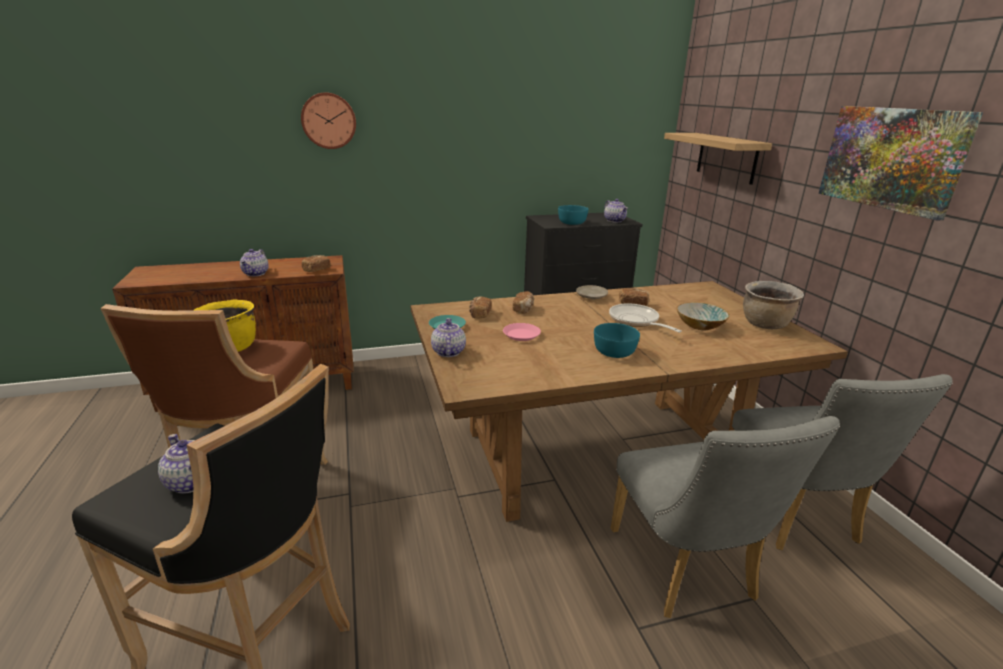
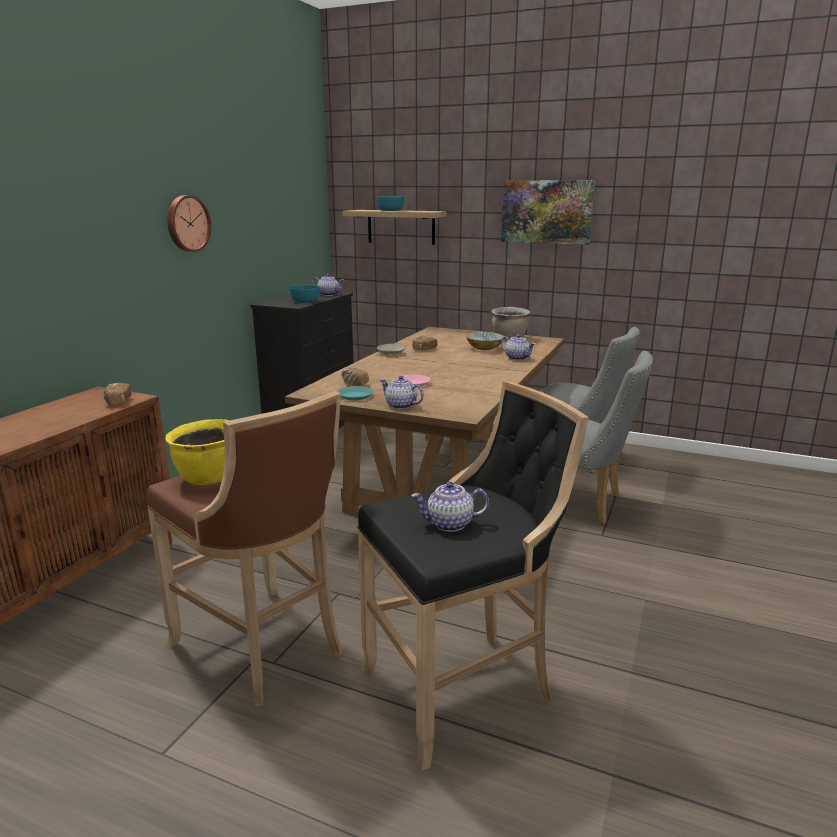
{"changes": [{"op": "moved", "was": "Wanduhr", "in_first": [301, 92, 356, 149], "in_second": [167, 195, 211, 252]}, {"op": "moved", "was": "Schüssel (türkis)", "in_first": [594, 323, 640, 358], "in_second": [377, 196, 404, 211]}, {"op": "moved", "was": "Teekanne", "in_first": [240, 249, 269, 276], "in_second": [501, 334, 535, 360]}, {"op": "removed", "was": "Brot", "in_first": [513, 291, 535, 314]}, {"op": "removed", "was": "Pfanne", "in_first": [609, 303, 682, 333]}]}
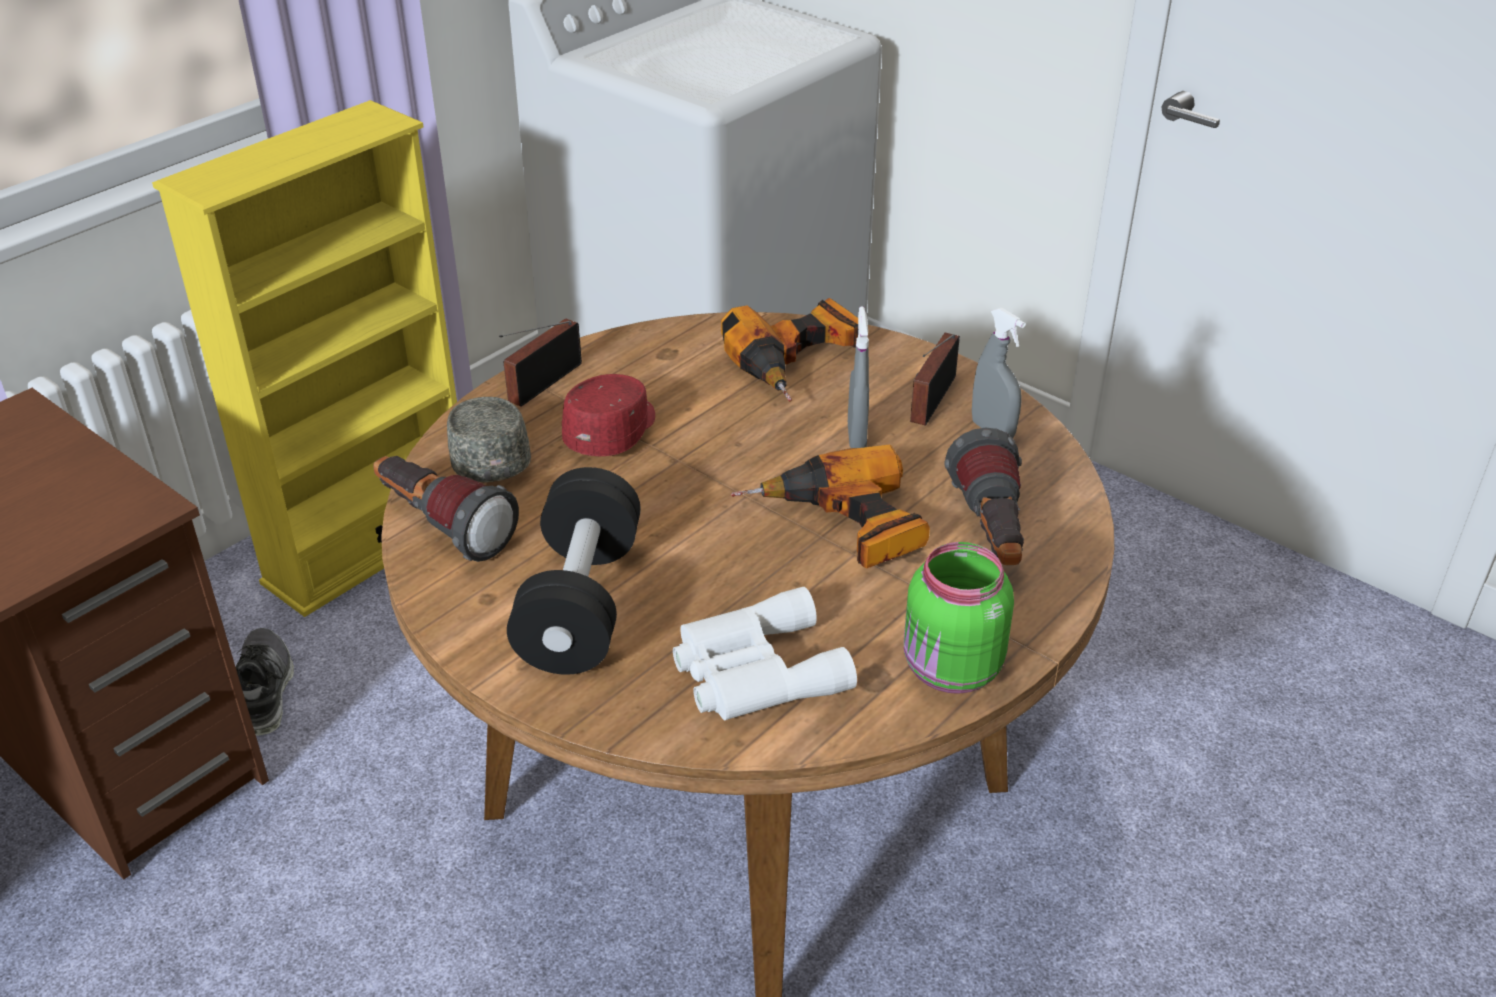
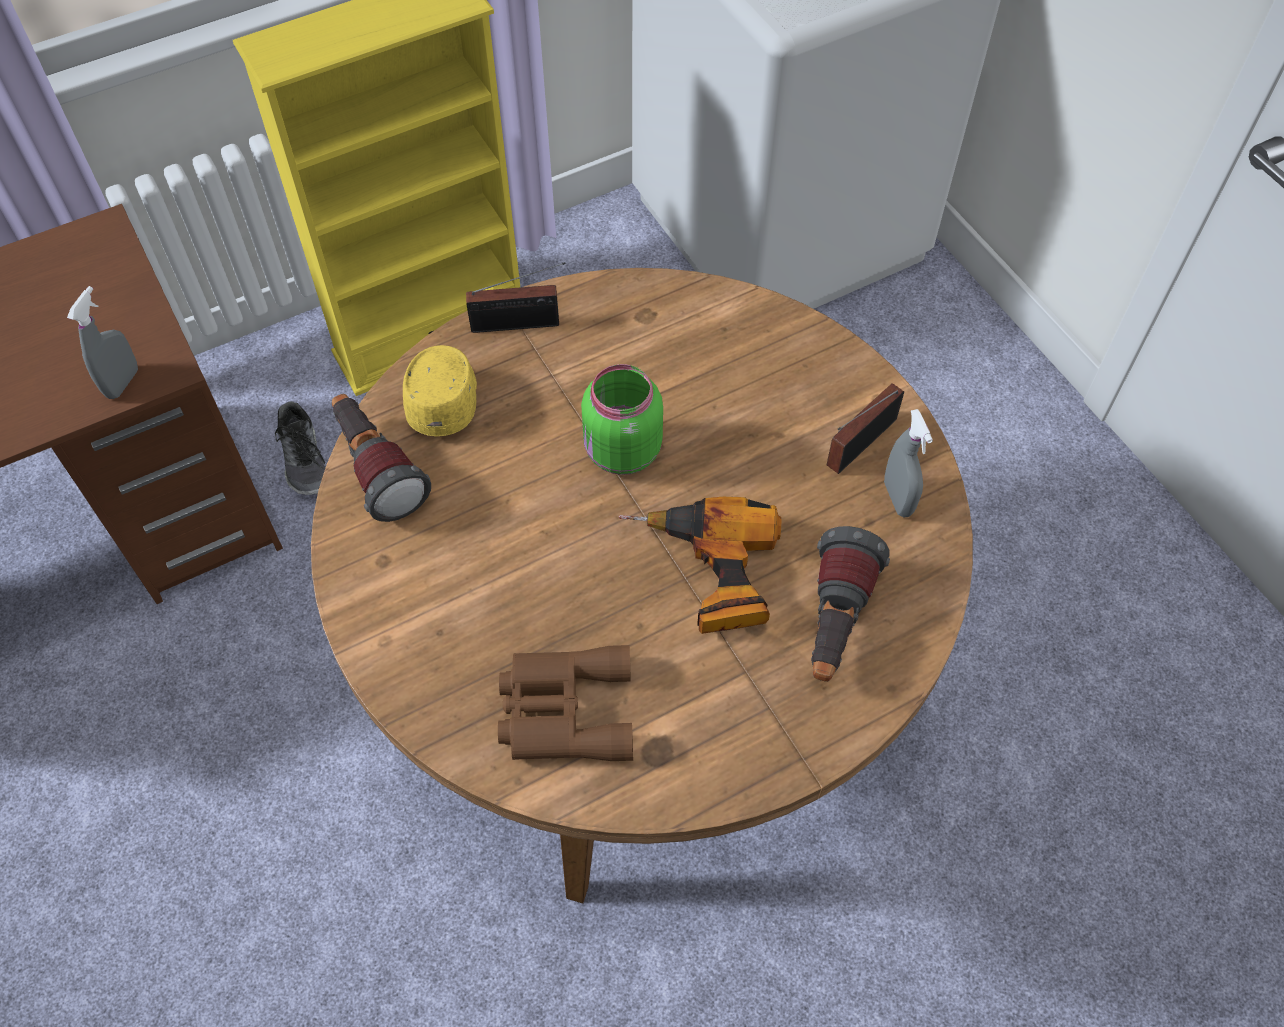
{"changes": [{"op": "moved", "was": "Sprühflasche (grau)", "in_first": [848, 307, 869, 448], "in_second": [67, 286, 138, 399]}, {"op": "turned", "was": "Schuh", "in_first": [236, 628, 294, 736], "in_second": [275, 401, 326, 495], "clockwise": 150}, {"op": "recoloured", "was": "Kappe (grau)", "now": "Kappe (gelb)", "in_first": [447, 397, 531, 482], "in_second": [403, 345, 477, 436]}, {"op": "turned", "was": "Radio", "in_first": [499, 319, 582, 407], "in_second": [466, 262, 565, 333], "clockwise": -150}, {"op": "recoloured", "was": "Fernglas (weiß)", "now": "Fernglas (braun)", "in_first": [673, 587, 857, 720], "in_second": [498, 645, 633, 761]}, {"op": "moved", "was": "Vorratsglas (grün)", "in_first": [904, 542, 1014, 694], "in_second": [581, 364, 663, 475]}, {"op": "removed", "was": "Hantel (schwarz)", "in_first": [507, 467, 641, 675]}, {"op": "removed", "was": "Kappe (rot)", "in_first": [562, 374, 655, 456]}, {"op": "removed", "was": "Bohrmaschine", "in_first": [721, 298, 858, 401]}]}
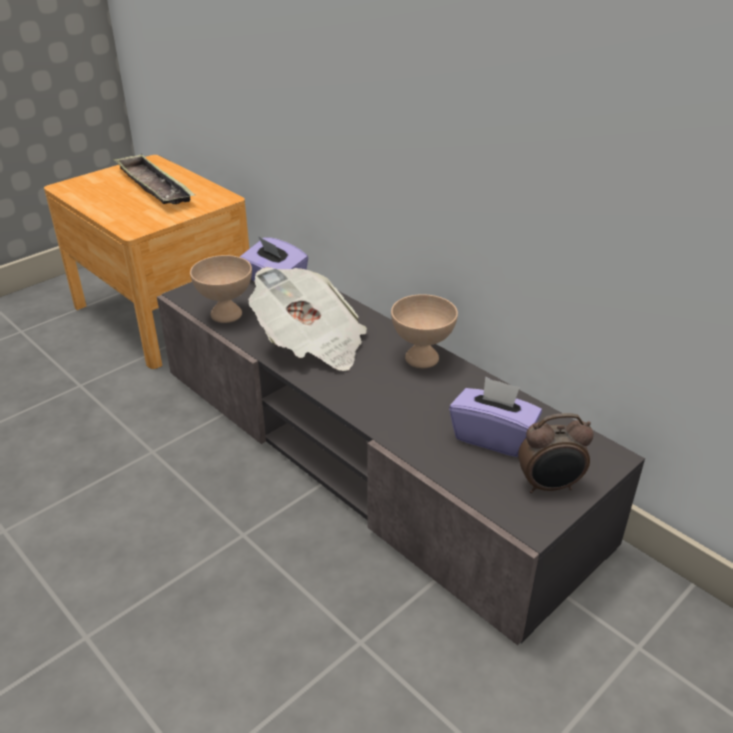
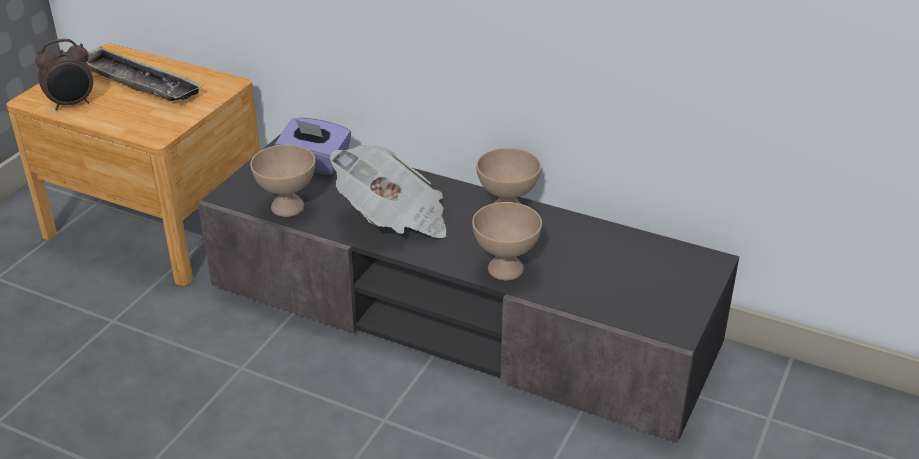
{"changes": [{"op": "moved", "was": "Wecker", "in_first": [518, 413, 594, 493], "in_second": [36, 39, 93, 110]}, {"op": "added", "now": "Schüssel (beige)", "in_second": [472, 202, 542, 281]}, {"op": "removed", "was": "Taschentuchbox (lila)", "in_first": [449, 377, 542, 457]}]}
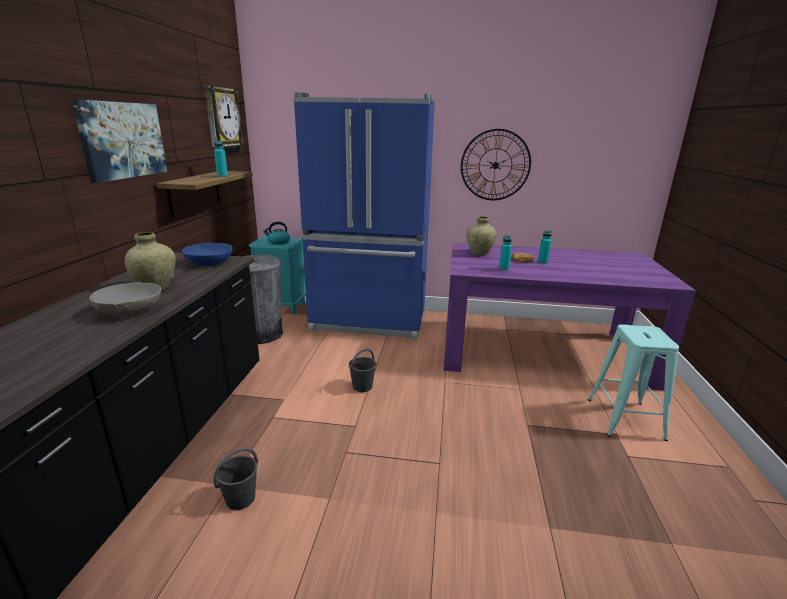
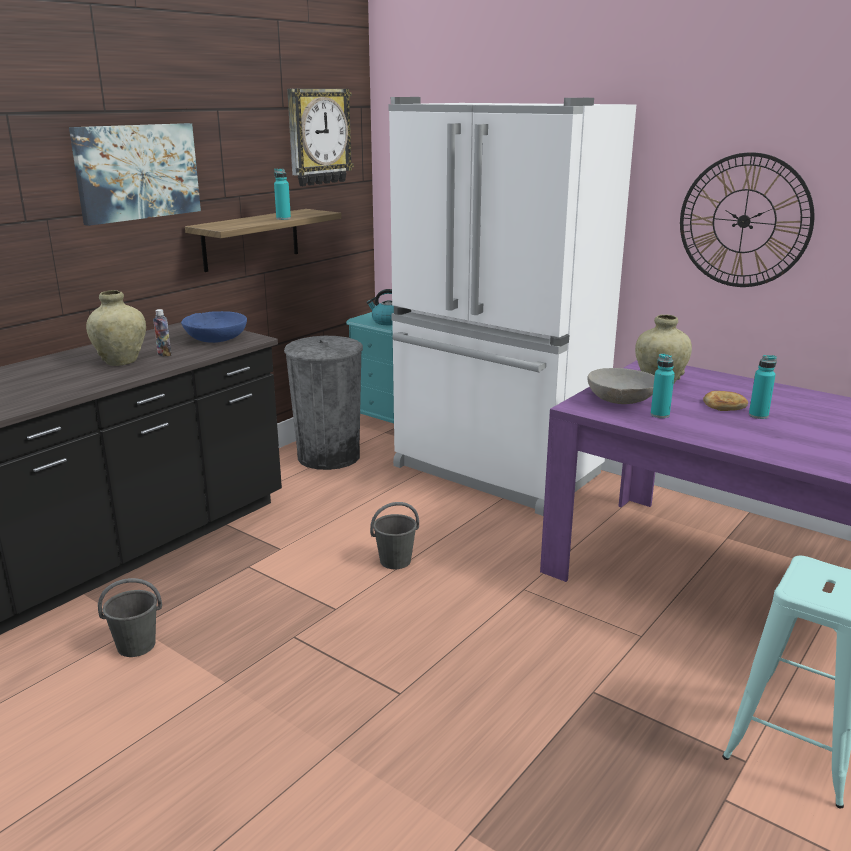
{"changes": [{"op": "added", "now": "Flasche", "in_second": [153, 309, 172, 357]}, {"op": "recoloured", "was": "Kühlschrank (blau)", "now": "Kühlschrank (weiß)", "in_first": [294, 92, 435, 340], "in_second": [388, 97, 637, 516]}, {"op": "moved", "was": "Schüssel (grau)", "in_first": [89, 282, 162, 316], "in_second": [587, 368, 655, 404]}]}
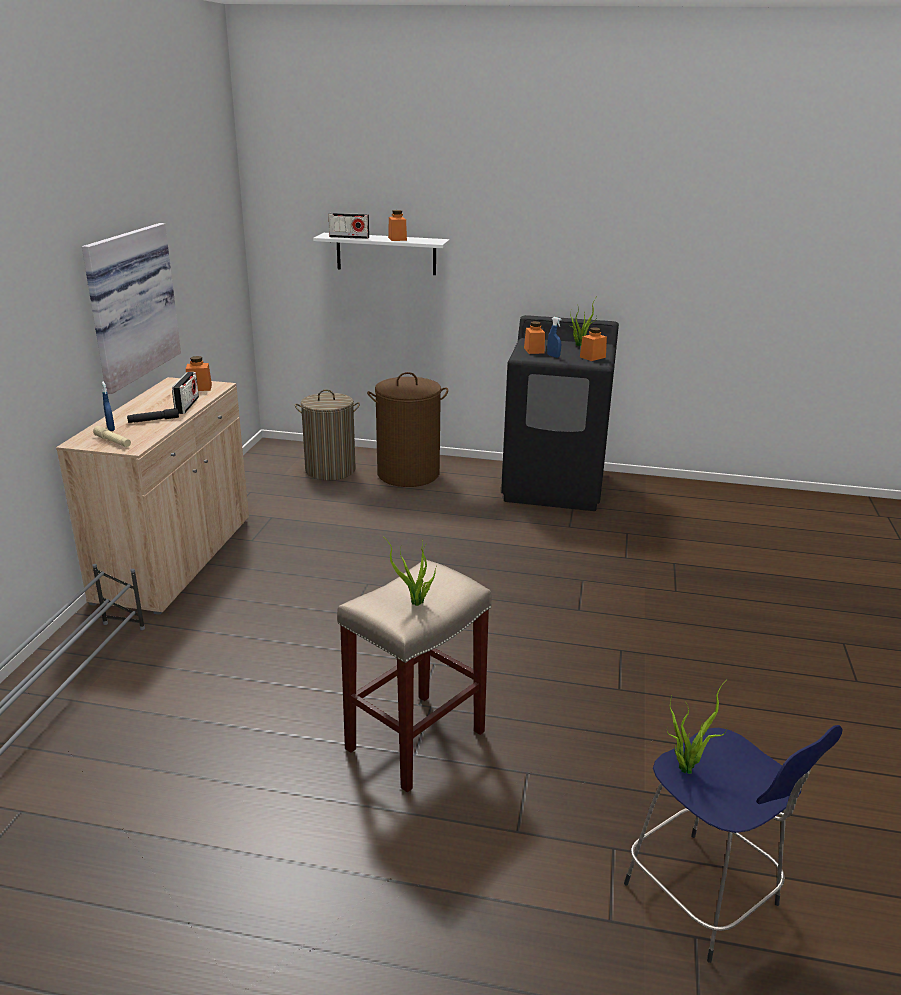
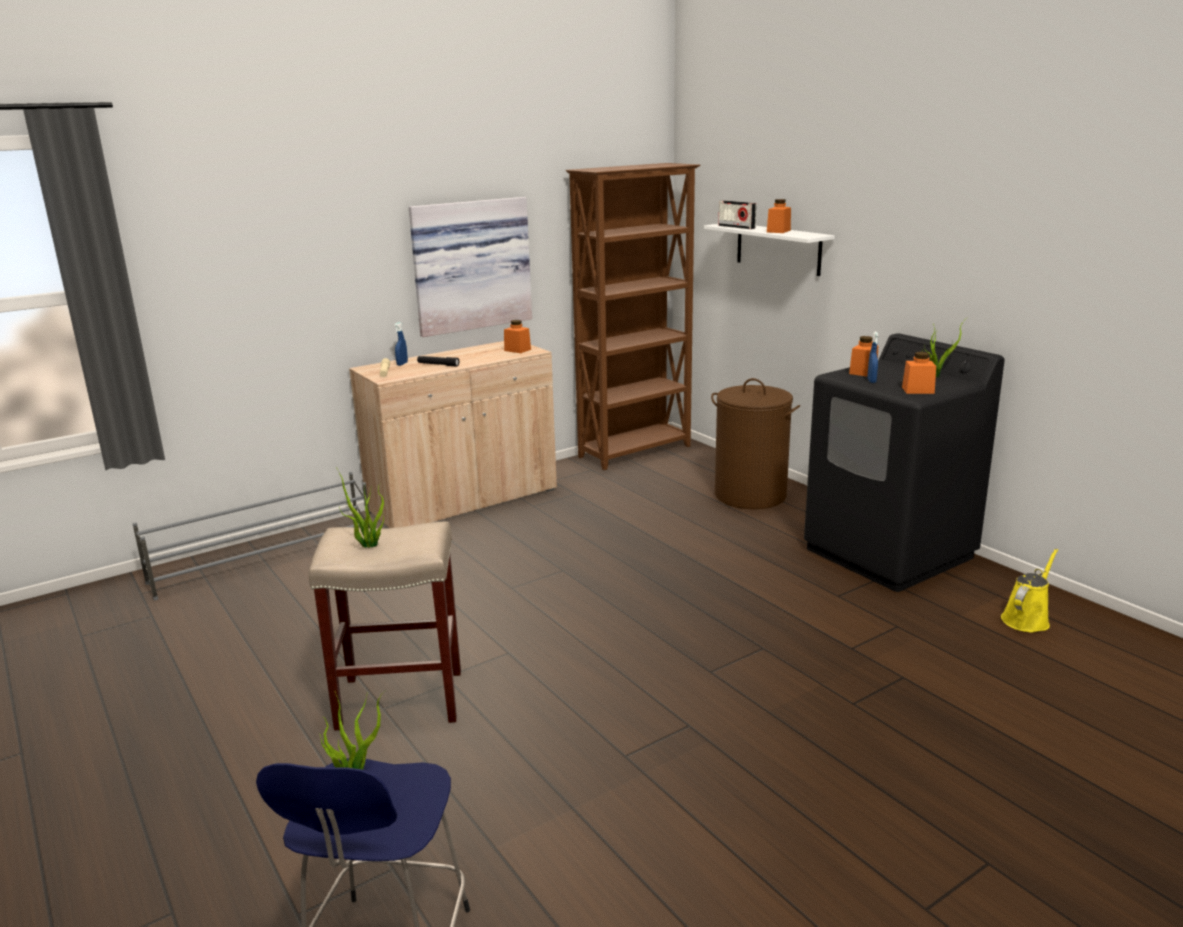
{"changes": [{"op": "added", "now": "Bücherregal (braun)", "in_second": [566, 163, 701, 470]}, {"op": "added", "now": "Gießkanne (gelb)", "in_second": [1001, 549, 1058, 632]}, {"op": "removed", "was": "Radio", "in_first": [172, 372, 199, 414]}, {"op": "removed", "was": "Wäschekorb", "in_first": [295, 390, 360, 480]}]}
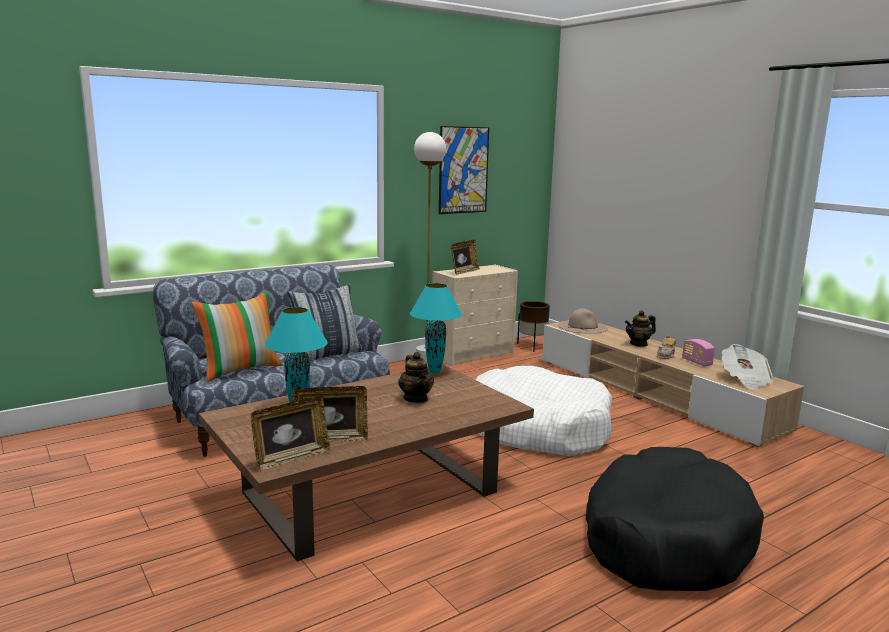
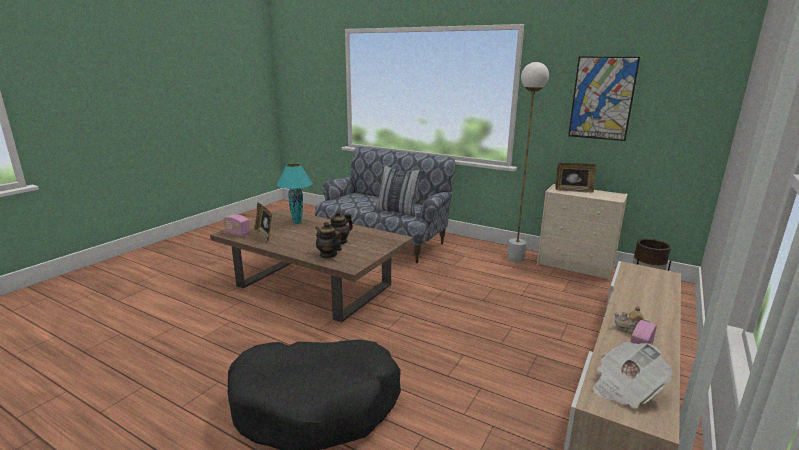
{"changes": [{"op": "replaced", "was": "Bilderrahmen", "now": "Radio", "in_first": [251, 396, 331, 470], "in_second": [223, 214, 250, 237]}, {"op": "moved", "was": "Teekanne", "in_first": [625, 310, 656, 347], "in_second": [315, 222, 342, 258]}, {"op": "removed", "was": "Kissen", "in_first": [191, 291, 283, 382]}, {"op": "removed", "was": "Tischlampe (türkis)", "in_first": [410, 283, 462, 374]}, {"op": "removed", "was": "Hundebett (weiß)", "in_first": [476, 366, 612, 457]}, {"op": "removed", "was": "Hut (beige)", "in_first": [558, 308, 608, 334]}]}
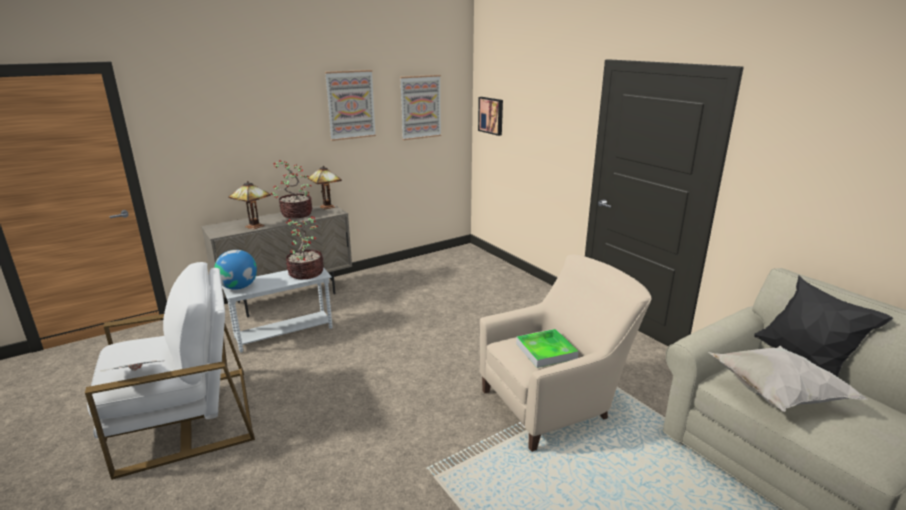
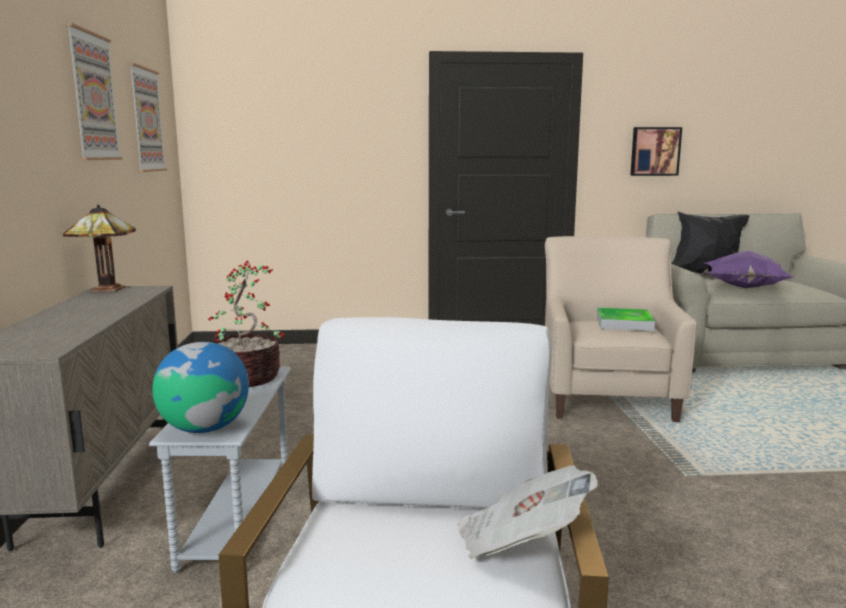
{"changes": [{"op": "moved", "was": "Bild", "in_first": [478, 97, 503, 136], "in_second": [630, 127, 682, 176]}, {"op": "recoloured", "was": "Kissen (weiß)", "now": "Kissen (lila)", "in_first": [708, 345, 867, 412], "in_second": [705, 251, 794, 288]}, {"op": "removed", "was": "Tischlampe", "in_first": [229, 181, 271, 230]}, {"op": "removed", "was": "Topfpflanze", "in_first": [271, 160, 312, 219]}]}
